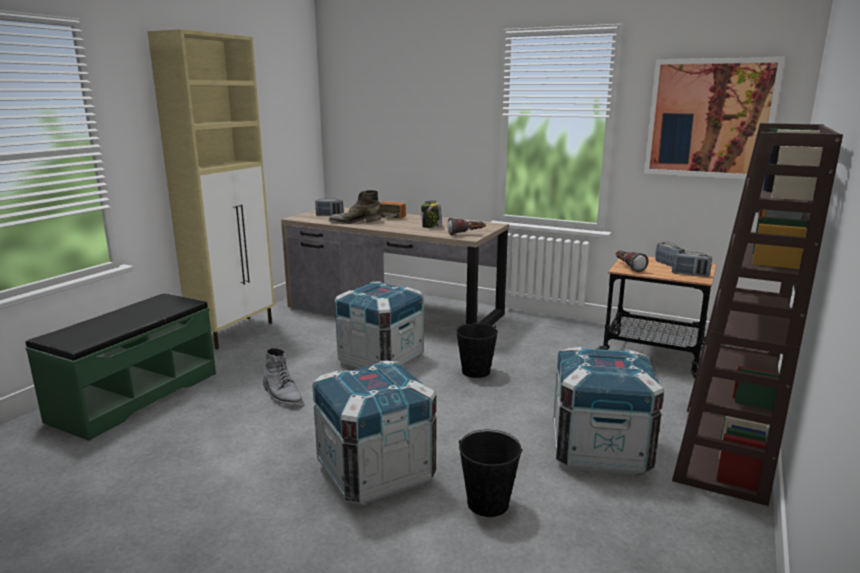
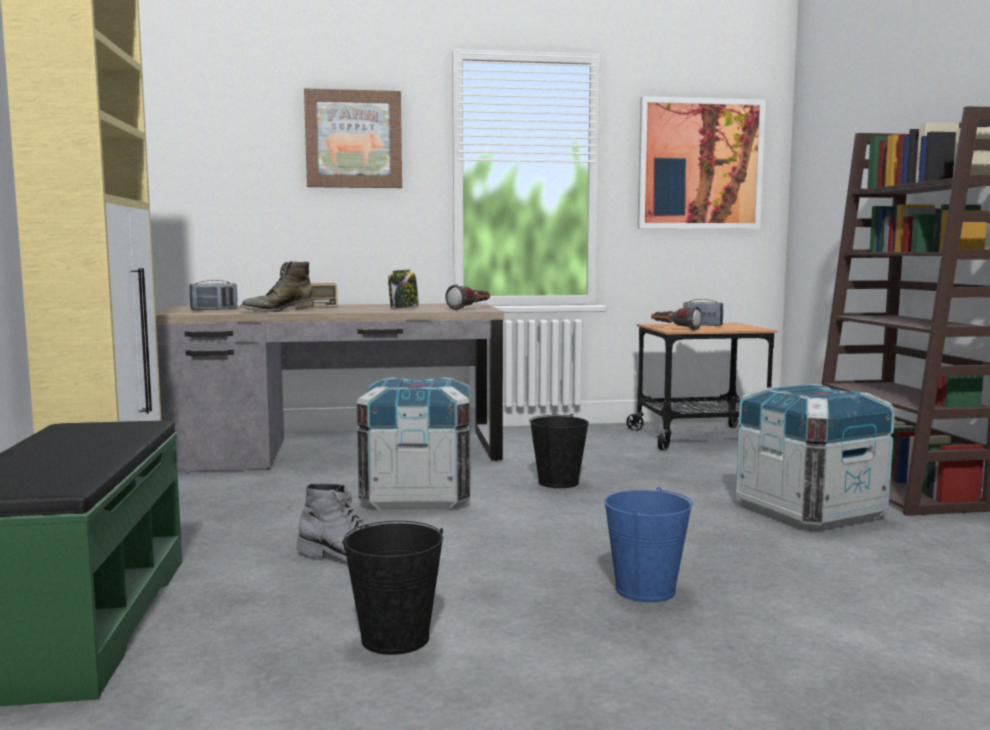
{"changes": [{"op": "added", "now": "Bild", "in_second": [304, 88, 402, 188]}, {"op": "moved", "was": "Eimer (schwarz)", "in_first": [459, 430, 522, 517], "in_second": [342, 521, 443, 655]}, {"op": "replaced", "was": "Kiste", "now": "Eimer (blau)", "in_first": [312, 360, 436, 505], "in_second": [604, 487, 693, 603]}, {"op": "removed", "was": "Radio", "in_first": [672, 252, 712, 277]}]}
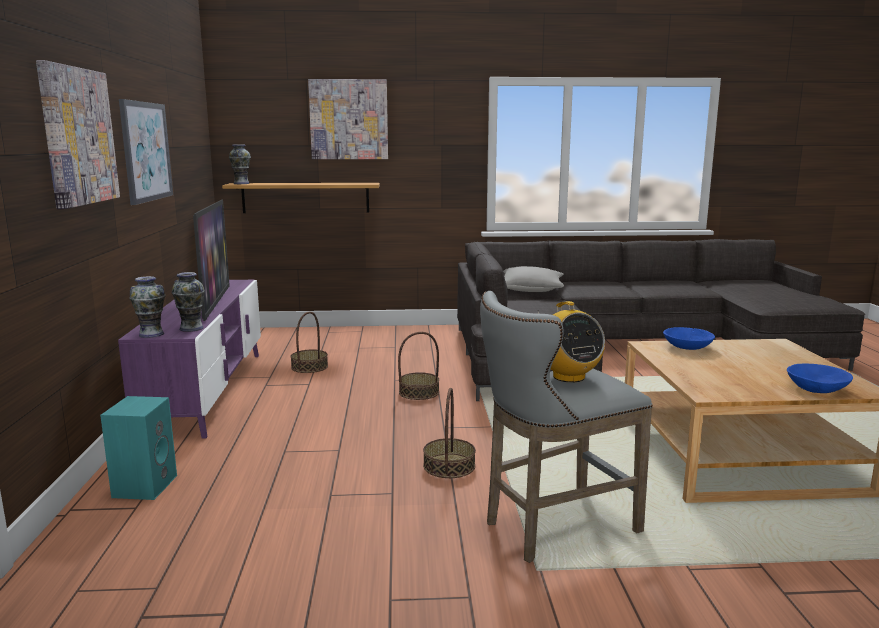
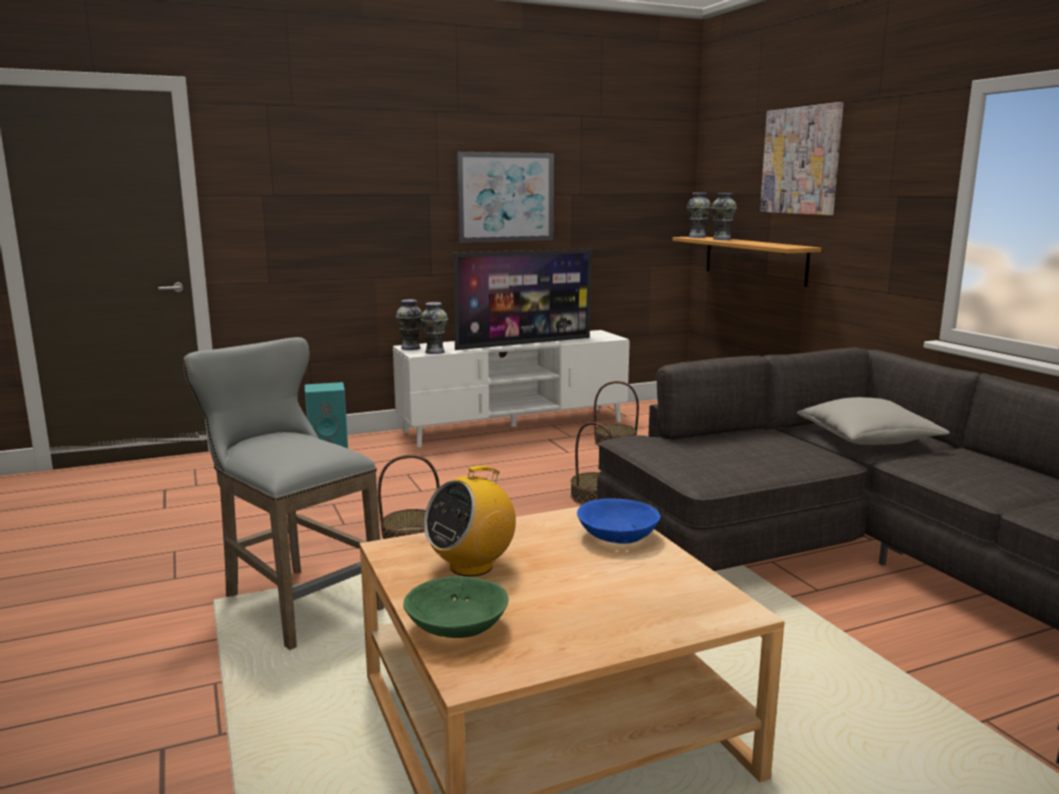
{"changes": [{"op": "recoloured", "was": "Fernsehschrank (lila)", "now": "Fernsehschrank (weiß)", "in_first": [118, 280, 261, 439], "in_second": [393, 330, 630, 447]}, {"op": "recoloured", "was": "Schüssel (blau)", "now": "Schüssel (grün)", "in_first": [787, 364, 853, 393], "in_second": [403, 576, 509, 638]}, {"op": "moved", "was": "Radio", "in_first": [538, 301, 605, 383], "in_second": [424, 466, 516, 576]}, {"op": "added", "now": "Vase", "in_second": [711, 193, 737, 240]}, {"op": "removed", "was": "Bild", "in_first": [36, 60, 120, 209]}]}
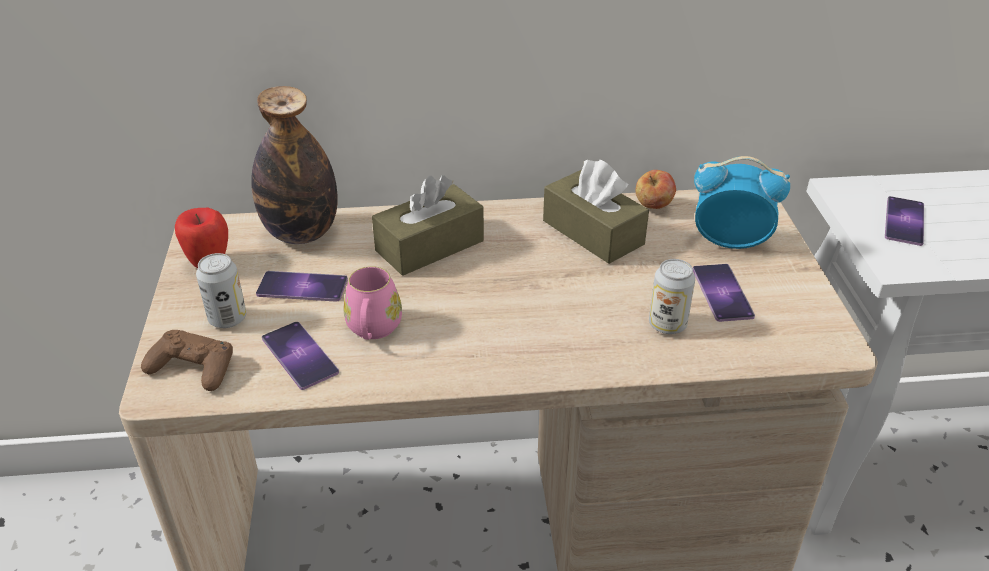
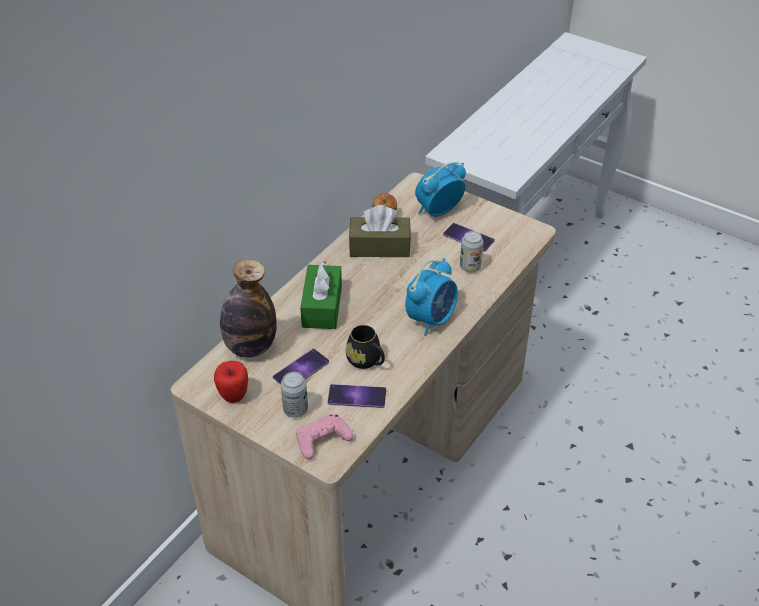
{"changes": [{"op": "recoloured", "was": "Gamepad (braun)", "now": "Gamepad (rosa)", "in_first": [141, 330, 233, 391], "in_second": [296, 413, 353, 459]}, {"op": "recoloured", "was": "Taschentuchbox (braun)", "now": "Taschentuchbox (grün)", "in_first": [372, 175, 484, 276], "in_second": [300, 261, 342, 329]}, {"op": "recoloured", "was": "Henkelbecher (rosa)", "now": "Henkelbecher (schwarz)", "in_first": [344, 266, 402, 340], "in_second": [346, 325, 385, 369]}, {"op": "added", "now": "Wecker", "in_second": [405, 258, 458, 336]}, {"op": "removed", "was": "Handy", "in_first": [885, 196, 924, 246]}]}
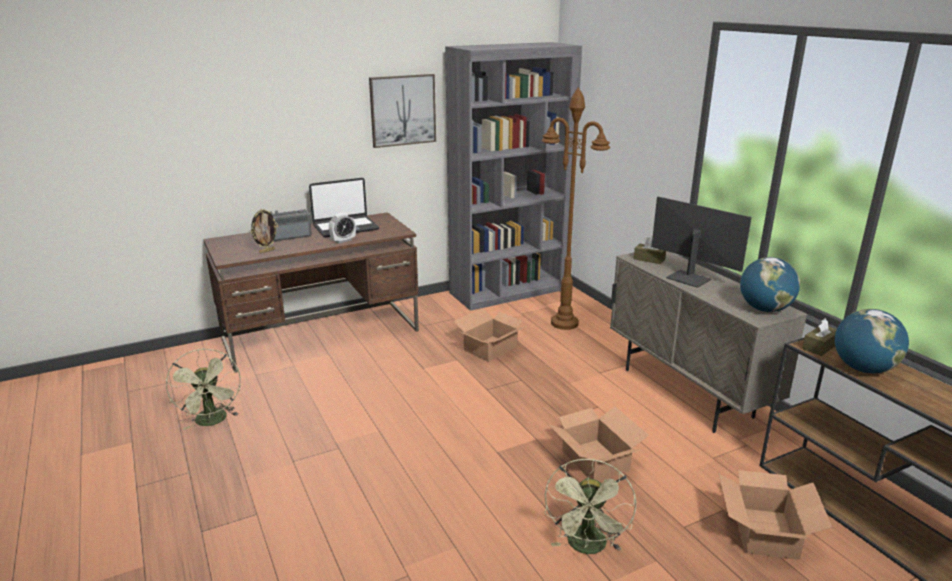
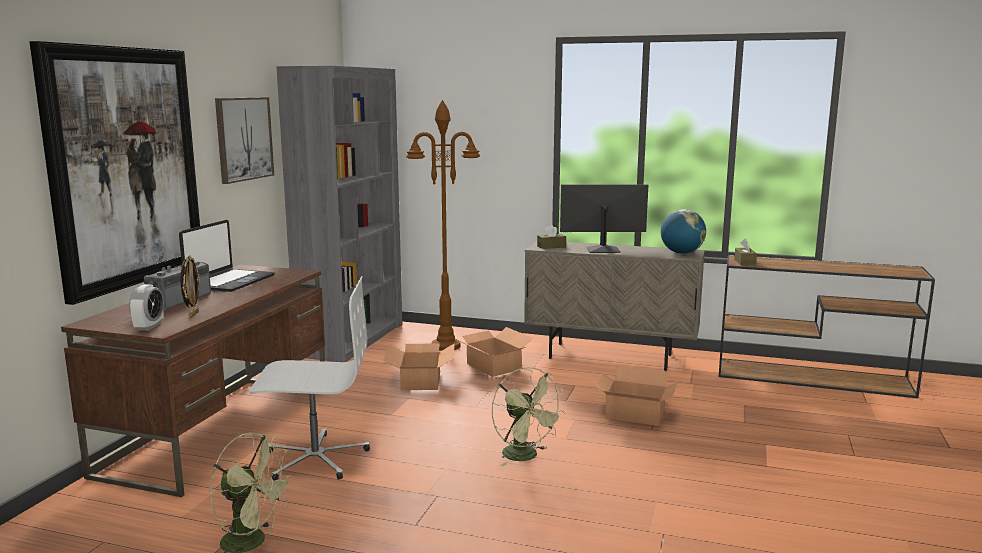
{"changes": [{"op": "added", "now": "Bild", "in_second": [30, 41, 200, 305]}, {"op": "moved", "was": "Wecker", "in_first": [329, 213, 356, 244], "in_second": [129, 284, 164, 331]}, {"op": "added", "now": "Bürostuhl (weiß)", "in_second": [249, 276, 370, 480]}, {"op": "moved", "was": "Karton", "in_first": [718, 470, 832, 560], "in_second": [455, 327, 533, 377]}, {"op": "moved", "was": "Ventilator (grün)", "in_first": [544, 459, 636, 554], "in_second": [492, 367, 565, 467]}, {"op": "removed", "was": "Globus", "in_first": [835, 309, 909, 373]}]}
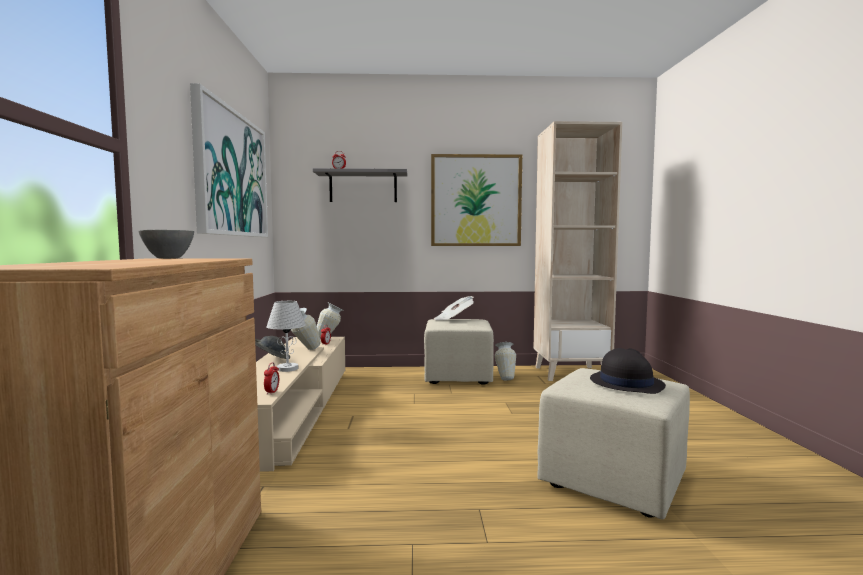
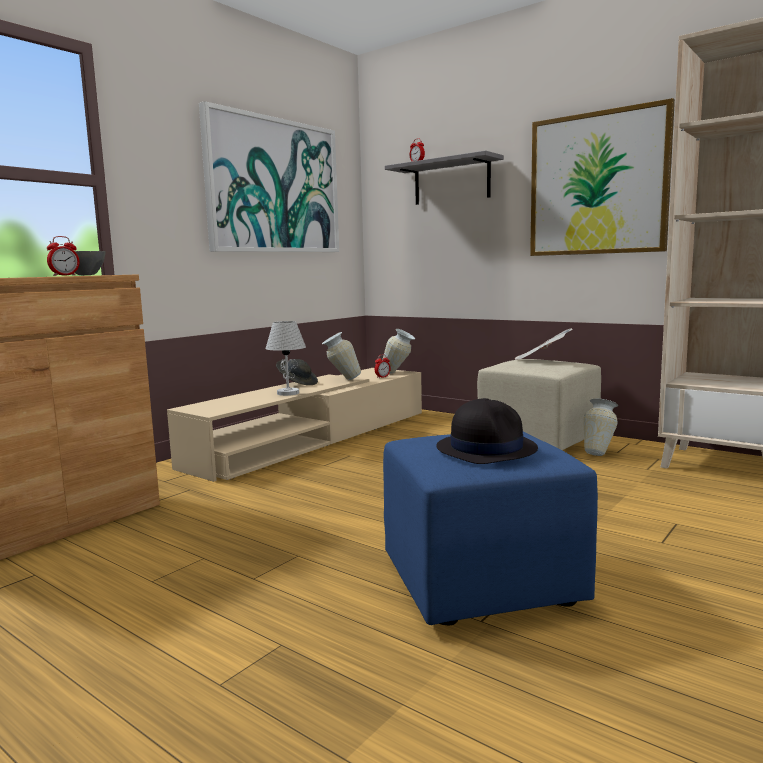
{"changes": [{"op": "moved", "was": "Wecker", "in_first": [264, 362, 279, 394], "in_second": [47, 236, 79, 276]}, {"op": "recoloured", "was": "Polsterhocker (beige)", "now": "Polsterhocker (blau)", "in_first": [537, 368, 690, 520], "in_second": [383, 431, 598, 625]}]}
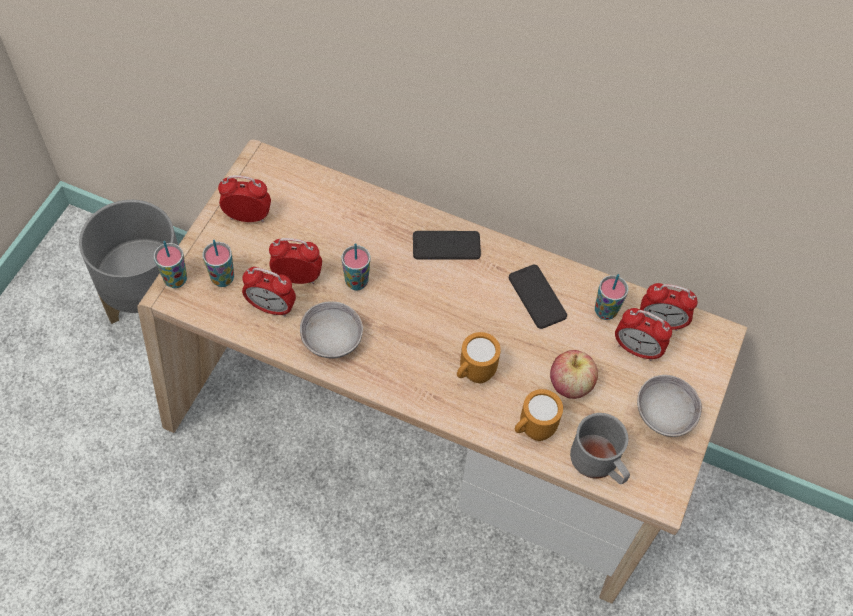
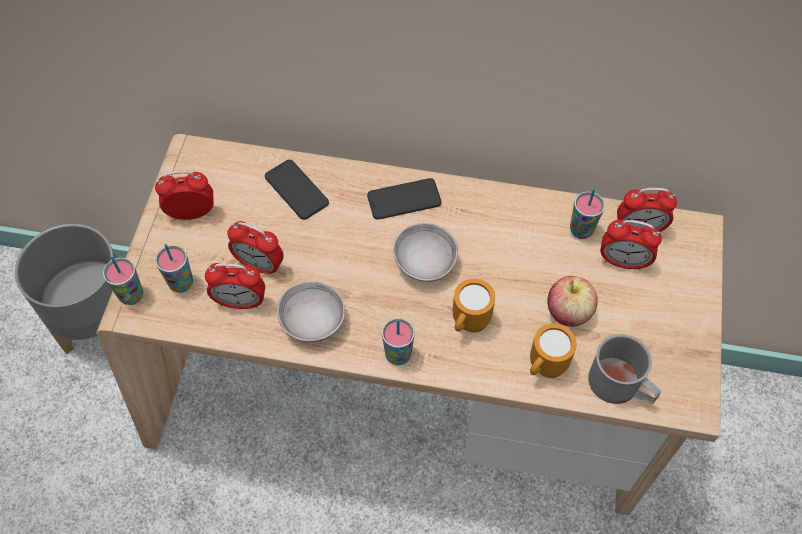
{"changes": [{"op": "turned", "was": "Wecker", "in_first": [269, 238, 322, 284], "in_second": [227, 221, 284, 276], "clockwise": -150}, {"op": "moved", "was": "Handy", "in_first": [509, 265, 567, 329], "in_second": [265, 160, 329, 220]}, {"op": "moved", "was": "Tasse", "in_first": [341, 243, 371, 290], "in_second": [382, 318, 415, 365]}, {"op": "moved", "was": "Schüssel (grau)", "in_first": [637, 375, 702, 437], "in_second": [393, 223, 458, 282]}]}
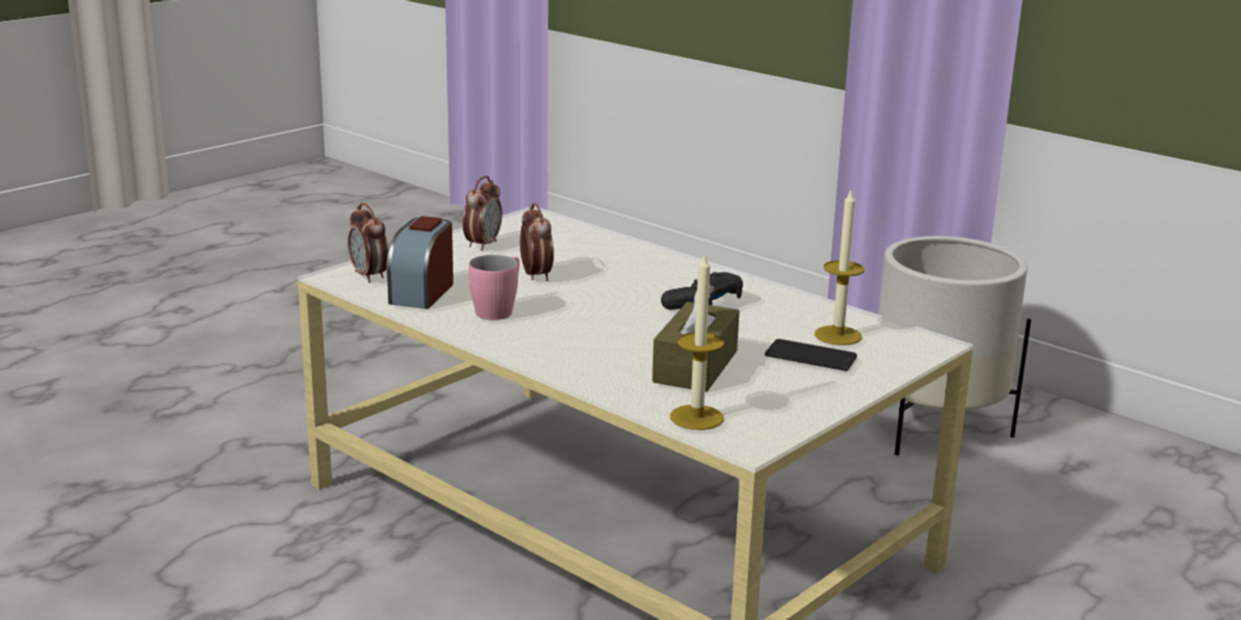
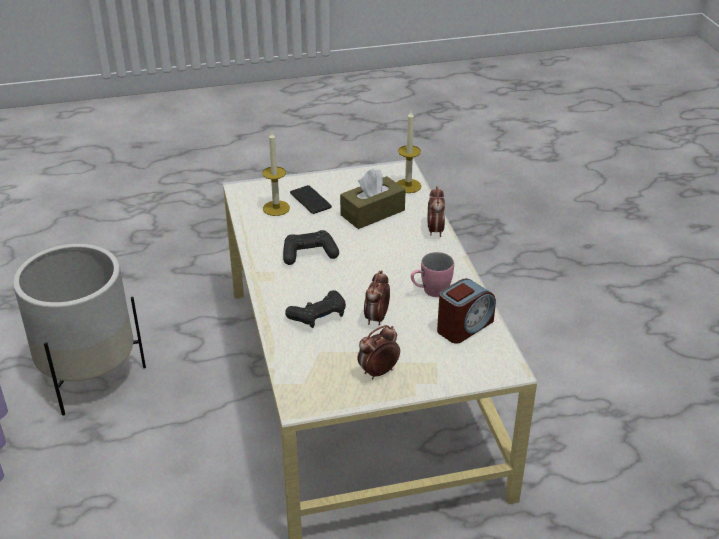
{"changes": [{"op": "added", "now": "Gamepad (schwarz)", "in_second": [285, 290, 346, 328]}, {"op": "moved", "was": "Wecker", "in_first": [348, 203, 389, 283], "in_second": [428, 186, 445, 237]}]}
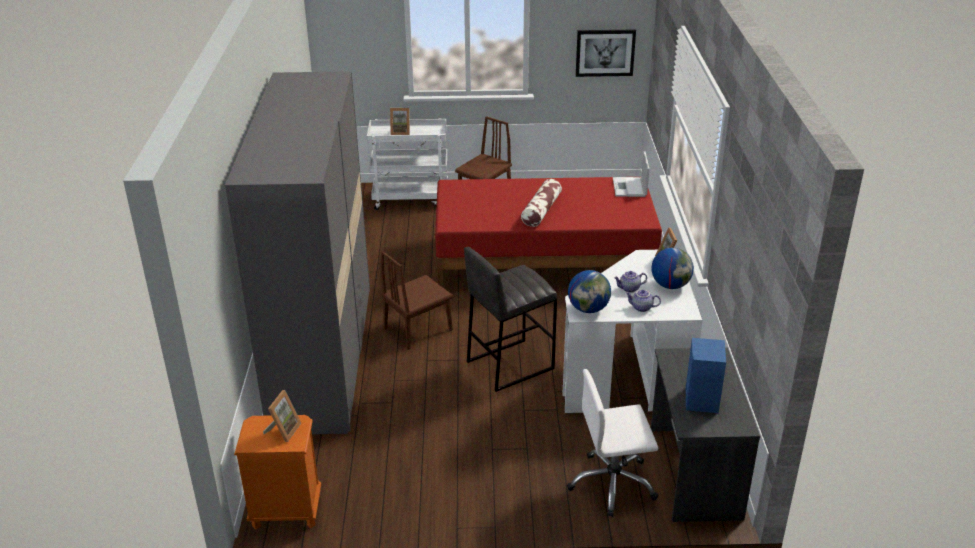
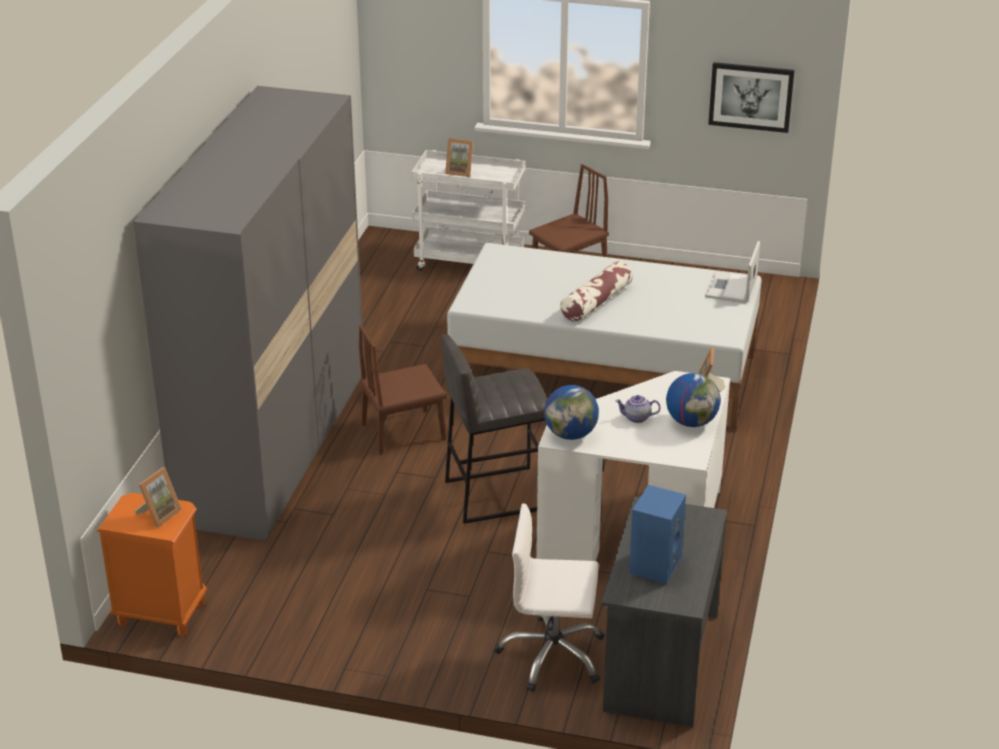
{"changes": [{"op": "recoloured", "was": "Bett (rot)", "now": "Bett (weiß)", "in_first": [435, 177, 662, 287], "in_second": [447, 243, 762, 431]}, {"op": "removed", "was": "Teekanne", "in_first": [625, 290, 661, 312]}]}
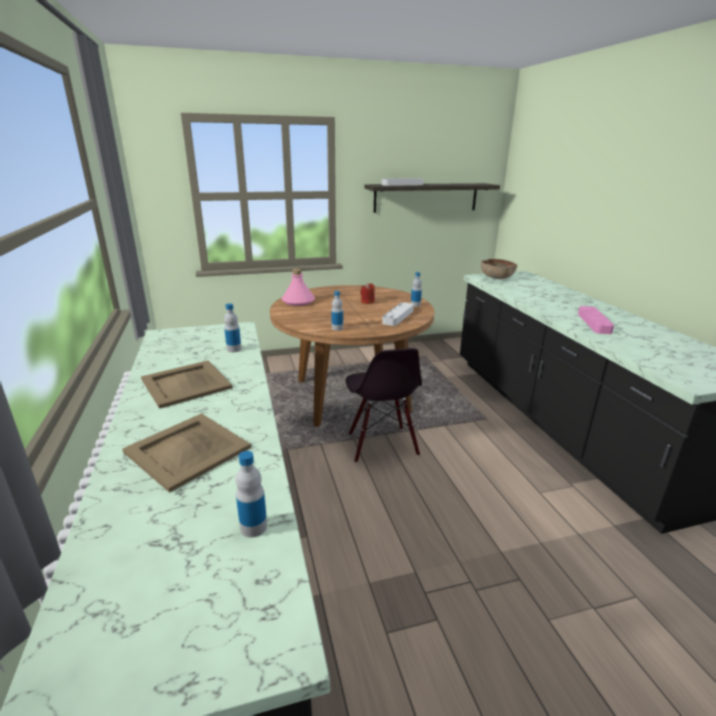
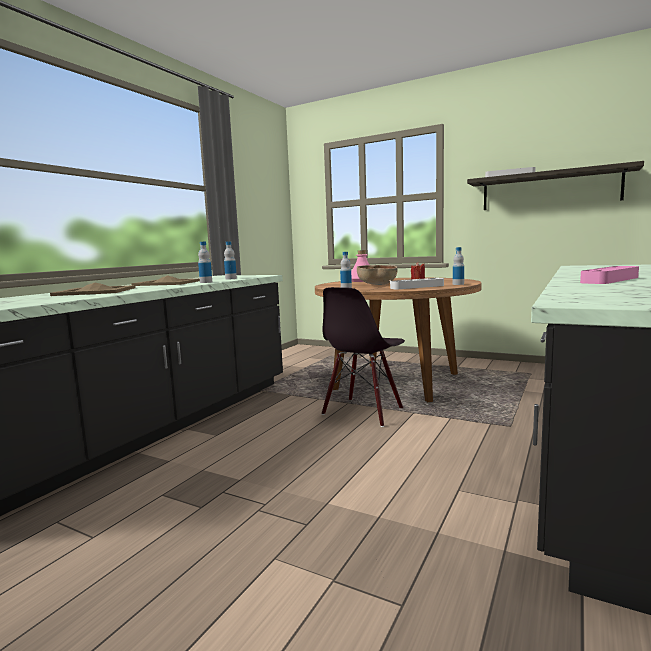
{"changes": [{"op": "moved", "was": "Flasche", "in_first": [235, 451, 267, 537], "in_second": [198, 242, 212, 283]}, {"op": "moved", "was": "Schüssel (braun)", "in_first": [481, 259, 518, 279], "in_second": [357, 265, 398, 285]}]}
